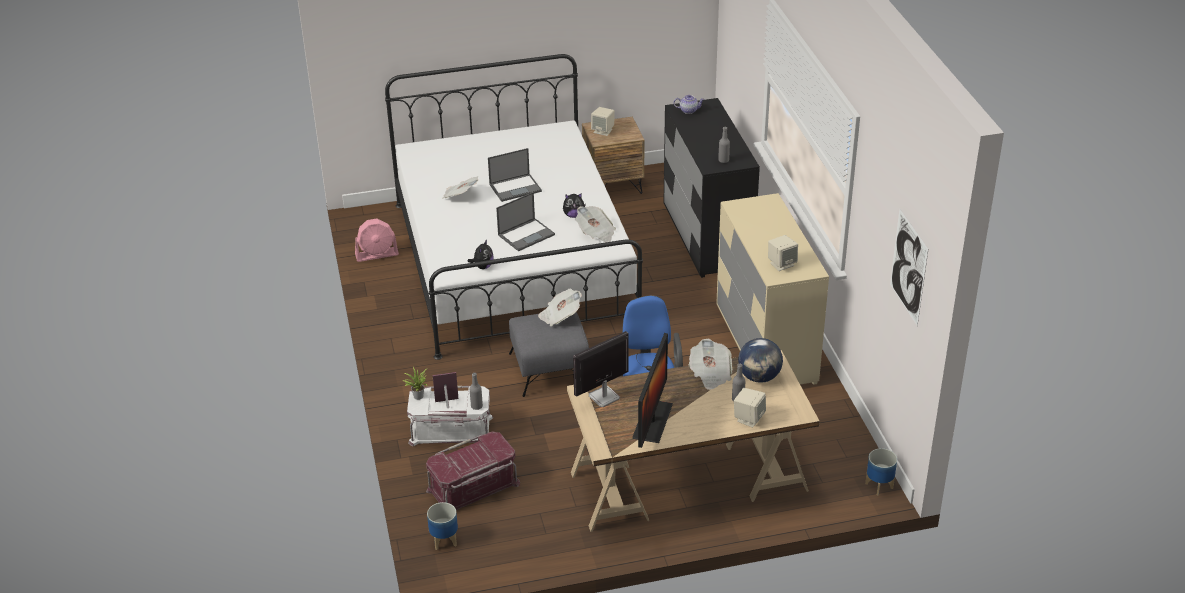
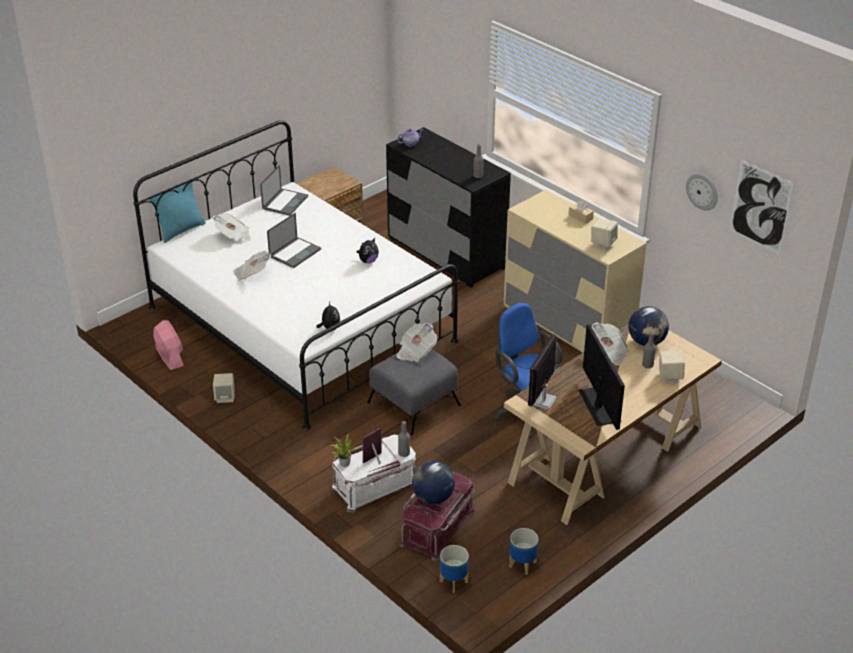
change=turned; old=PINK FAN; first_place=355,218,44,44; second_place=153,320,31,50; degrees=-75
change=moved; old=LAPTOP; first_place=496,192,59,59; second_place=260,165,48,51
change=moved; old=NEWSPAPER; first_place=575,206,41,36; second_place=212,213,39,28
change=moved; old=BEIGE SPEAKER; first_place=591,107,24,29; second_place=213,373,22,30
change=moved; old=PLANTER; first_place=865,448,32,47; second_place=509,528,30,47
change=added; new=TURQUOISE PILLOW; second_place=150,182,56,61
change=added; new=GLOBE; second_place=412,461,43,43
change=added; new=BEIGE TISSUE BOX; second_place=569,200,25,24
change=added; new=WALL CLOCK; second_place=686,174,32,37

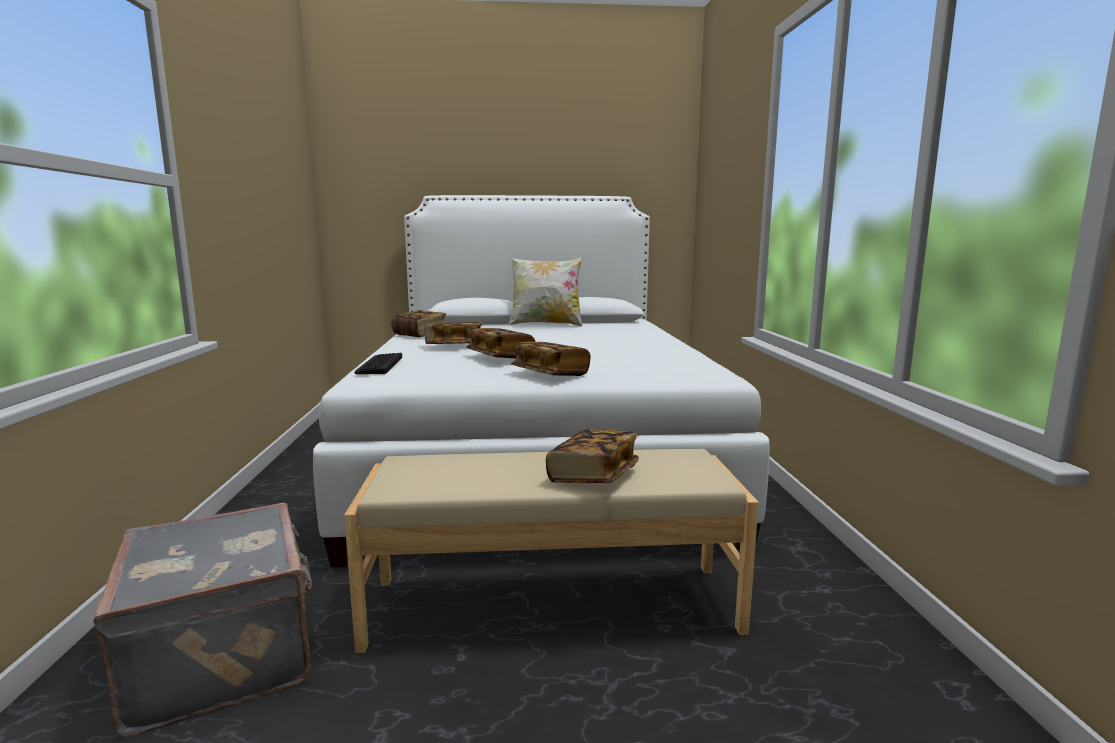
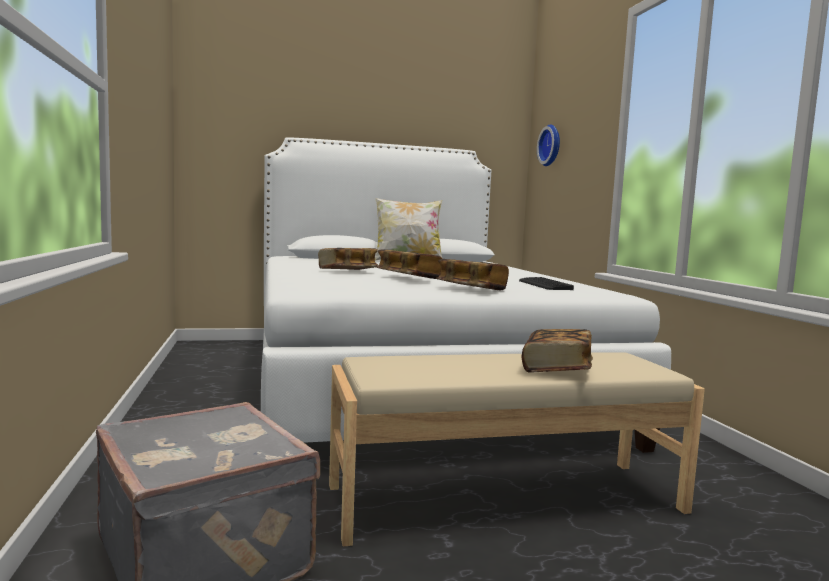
change=moved; old=KEYBOARD; first_place=355,353,47,21; second_place=519,277,55,13
change=removed; old=BOOK; first_place=391,310,55,27
change=added; new=WALL CLOCK; second_place=537,124,23,42

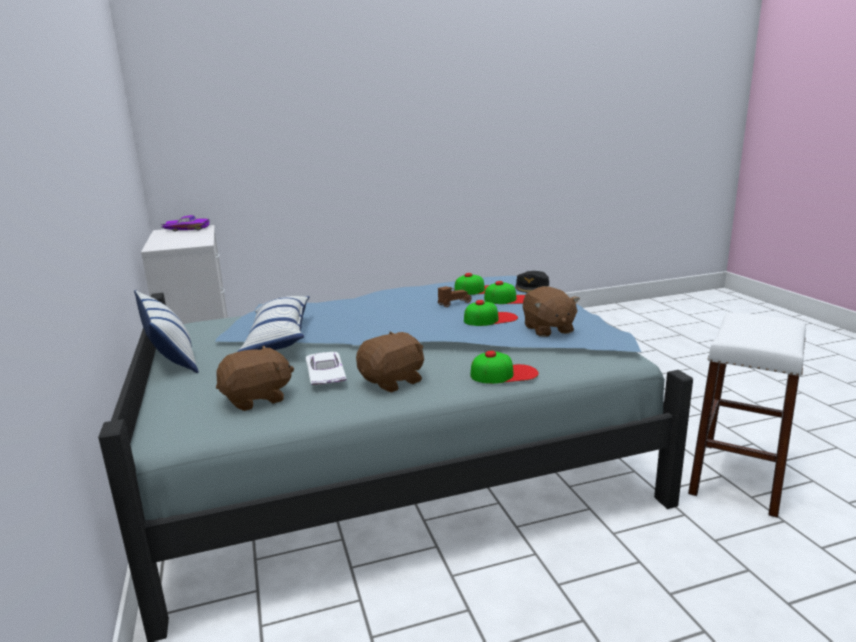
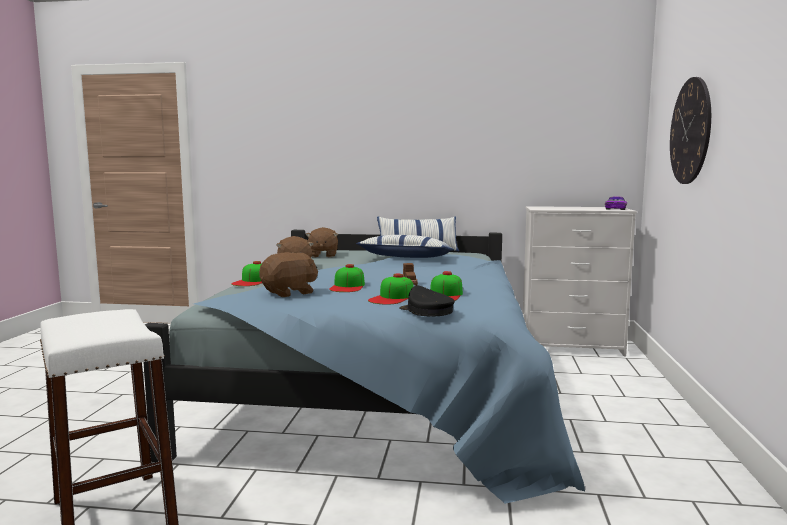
change=removed; old=WHITE TOY CAR; first_place=306,352,40,33
change=turned; old=BROWN PLUSH TOY; first_place=523,286,57,51; second_place=259,252,59,45; degrees=135
change=added; new=WALL CLOCK; second_place=670,77,41,107

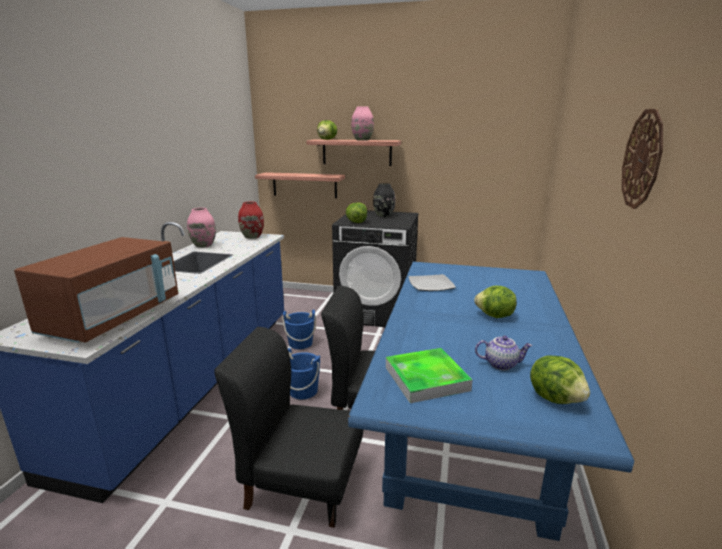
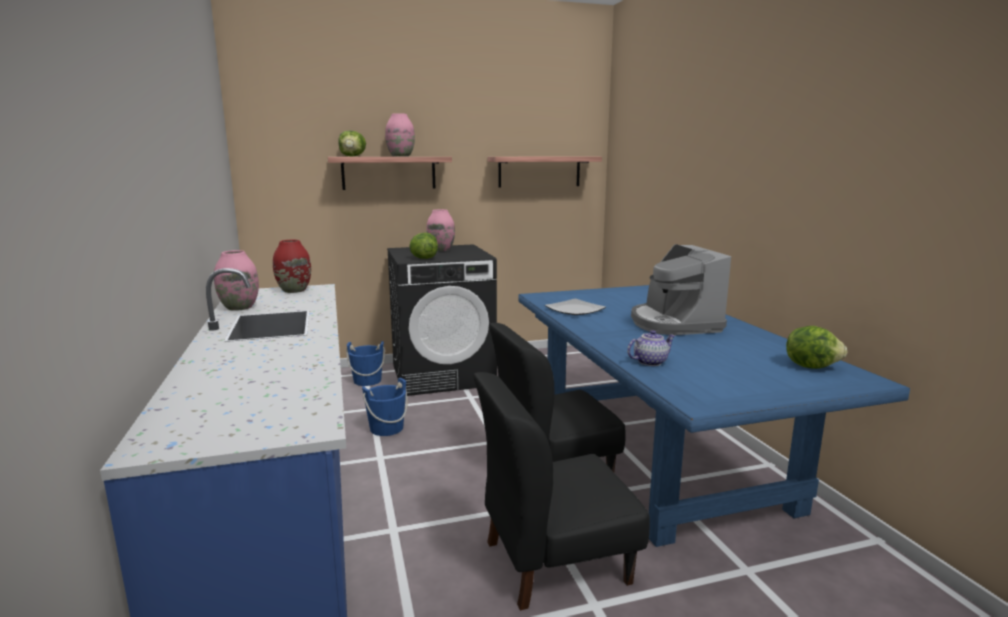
change=removed; old=BROWN MICROWAVE; first_place=14,237,164,106
change=moved; old=SHELF; first_place=255,172,90,26; second_place=487,157,115,31
change=moved; old=BLUE BUCKET; first_place=288,348,32,51; second_place=346,341,39,45
change=recoloured; old=BLACK VASE; new=PINK VASE; first_place=373,183,23,34; second_place=426,209,29,42
change=removed; old=TRAY; first_place=386,348,87,55
change=replaced; old=LETTUCE; new=COFFEE MACHINE; first_place=474,286,43,32; second_place=631,244,100,91
change=moved; old=TEAPOT; first_place=475,336,58,34; second_place=627,330,48,36
change=removed; old=WALL CLOCK; first_place=622,109,41,100

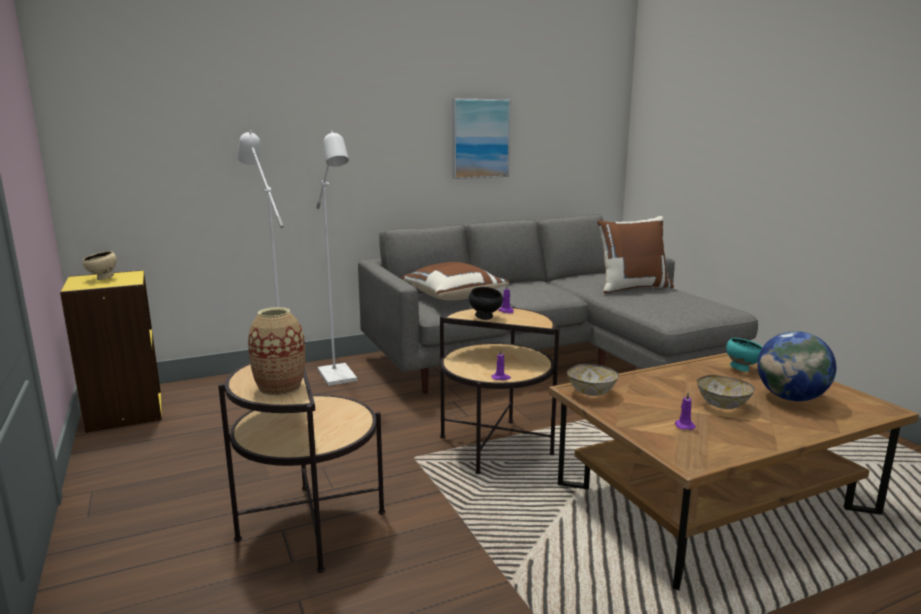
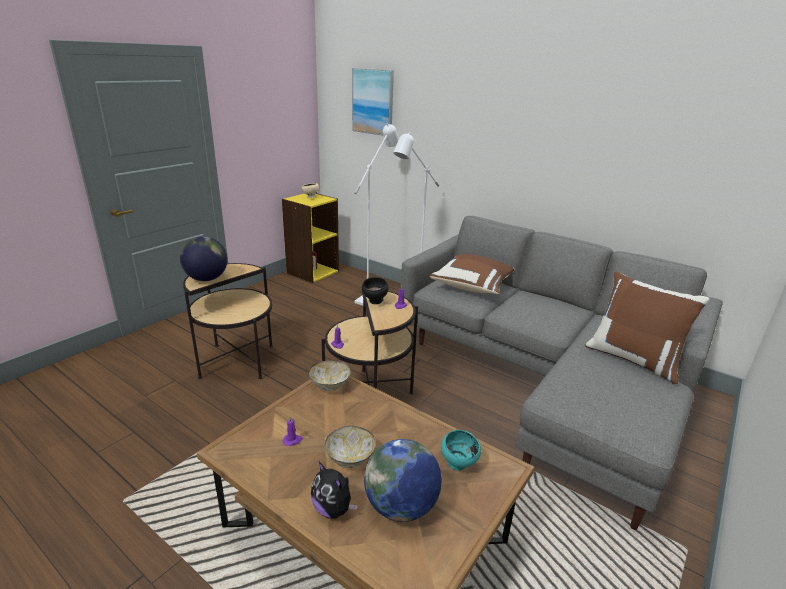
change=replaced; old=VASE; new=GLOBE; first_place=248,307,57,89; second_place=180,237,48,44
change=moved; old=PICTURE; first_place=452,99,58,80; second_place=352,68,42,68
change=added; new=PLUSH TOY; second_place=311,462,47,57

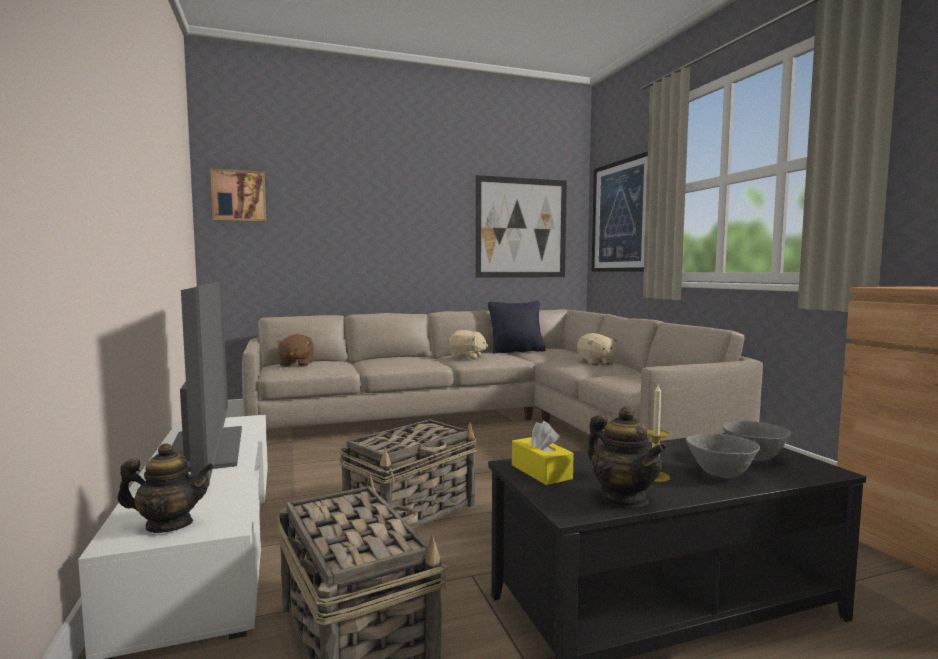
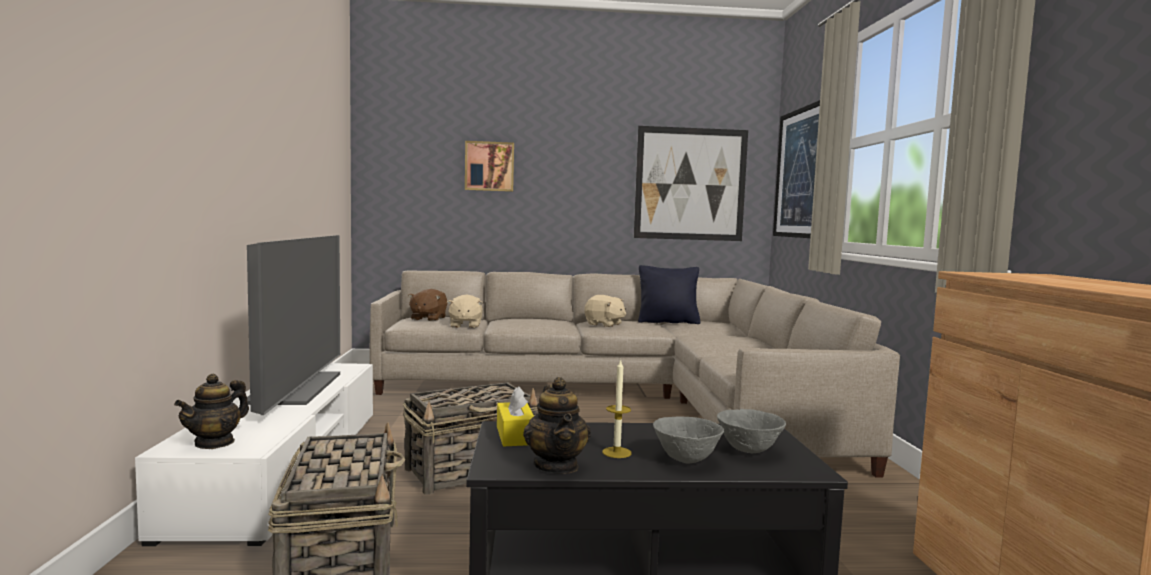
change=turned; old=TEAPOT; first_place=117,443,97,90; second_place=174,374,75,75; degrees=105
change=moved; old=PICTURE; first_place=210,168,56,54; second_place=465,141,49,51
change=moved; old=BEIGE PLUSH TOY; first_place=577,333,40,32; second_place=447,294,36,34

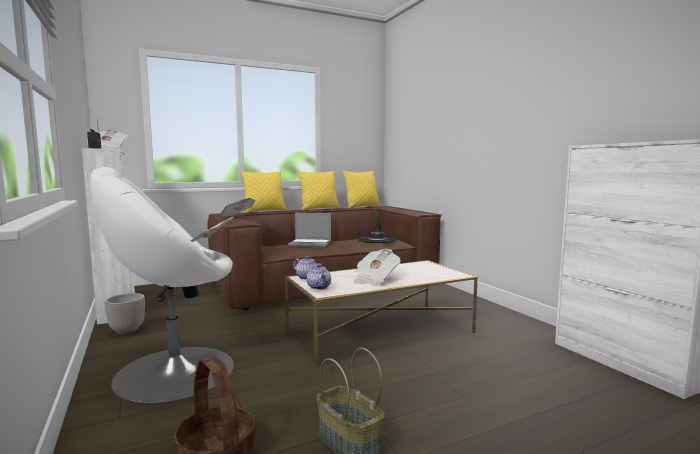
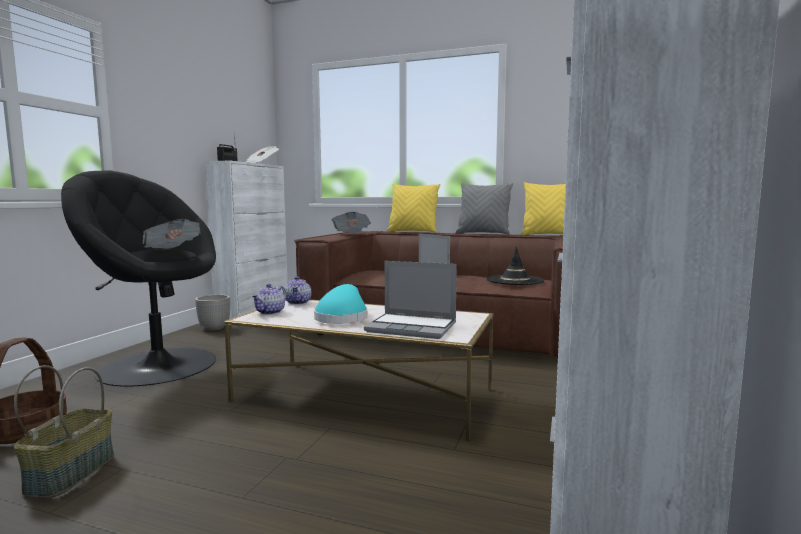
change=recoloured; old=WHITE ARMCHAIR; new=BLACK ARMCHAIR; first_place=90,167,144,236; second_place=61,170,155,217
change=recoloured; old=YELLOW PILLOW; new=GREY PILLOW; first_place=298,171,42,39; second_place=456,183,57,51
change=replaced; old=NEWSPAPER; new=TURQUOISE HAT; first_place=354,249,47,35; second_place=314,284,53,40
change=added; new=LAPTOP; second_place=364,261,93,78

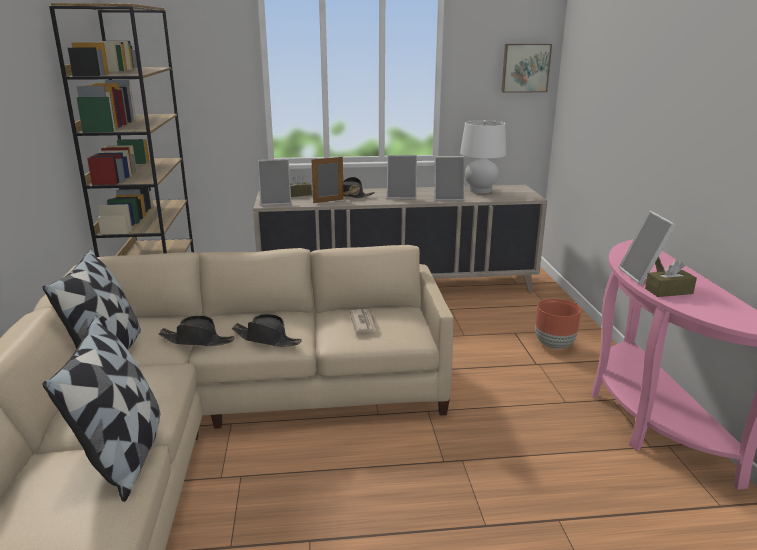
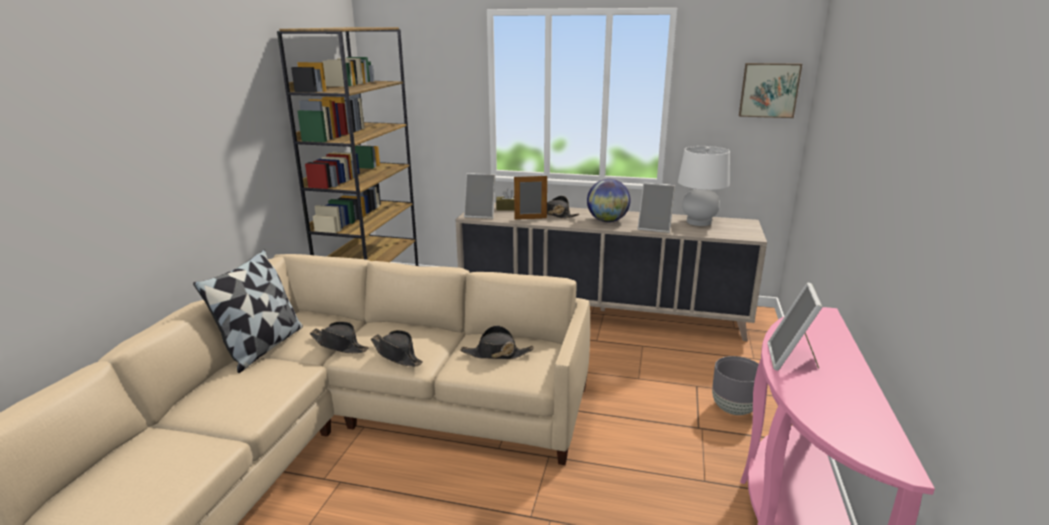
change=removed; old=PILLOW; first_place=42,315,118,187
change=replaced; old=NEWSPAPER; new=BLACK HAT; first_place=349,309,32,23; second_place=460,325,74,34
change=replaced; old=PICTURE FRAME; new=GLOBE; first_place=387,155,30,44; second_place=587,179,44,43
change=recoloured; old=BROWN PLANTER; new=GREY PLANTER; first_place=535,299,46,50; second_place=712,356,47,59
change=removed; old=BROWN TISSUE BOX; first_place=645,260,52,37

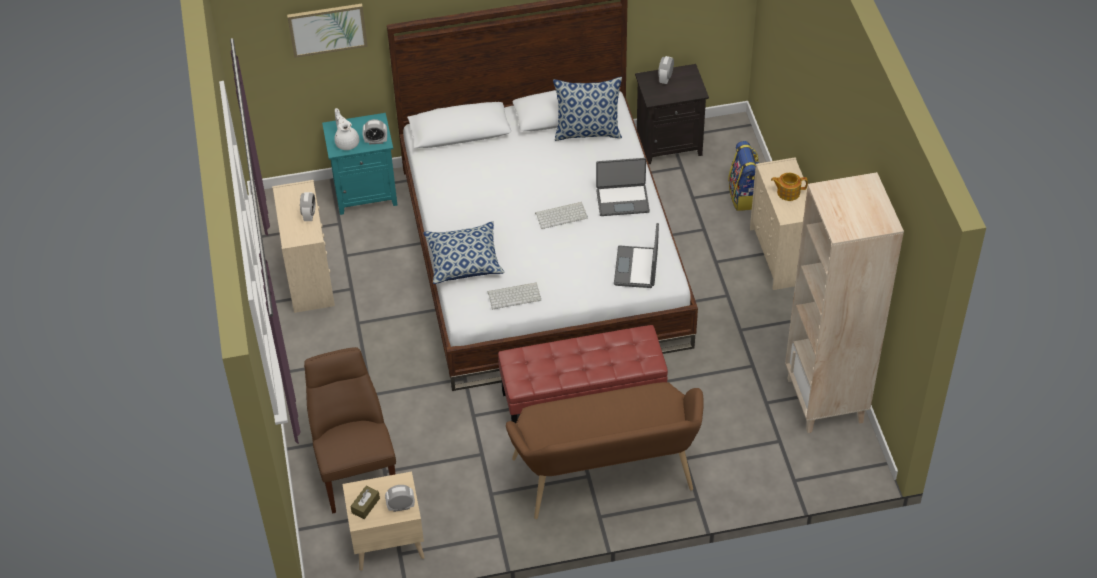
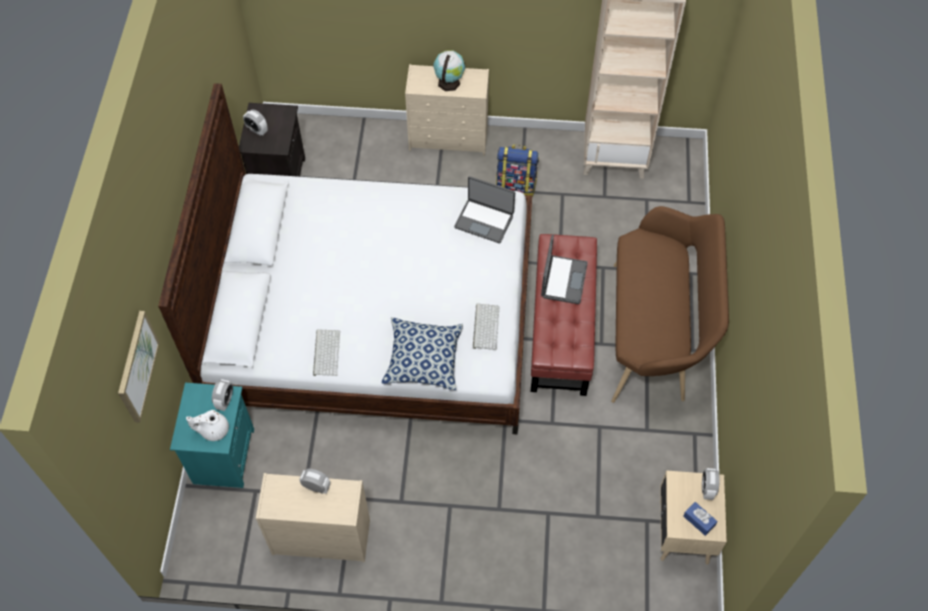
change=removed; old=BROWN CHAIR; first_place=304,347,92,167
change=recoloured; old=BROWN TISSUE BOX; new=BLUE TISSUE BOX; first_place=350,486,30,33; second_place=683,502,34,34
change=moved; old=KEYBOARD; first_place=535,202,53,27; second_place=313,329,27,47
change=removed; old=PILLOW; first_place=553,77,69,64
change=moved; old=LAPTOP; first_place=596,158,54,58; second_place=541,235,47,69
change=moved; old=BACKPACK; first_place=728,141,31,70; second_place=496,144,43,53
change=replaced; old=TEAPOT; new=GLOBE; first_place=771,173,37,28; second_place=433,50,32,41

